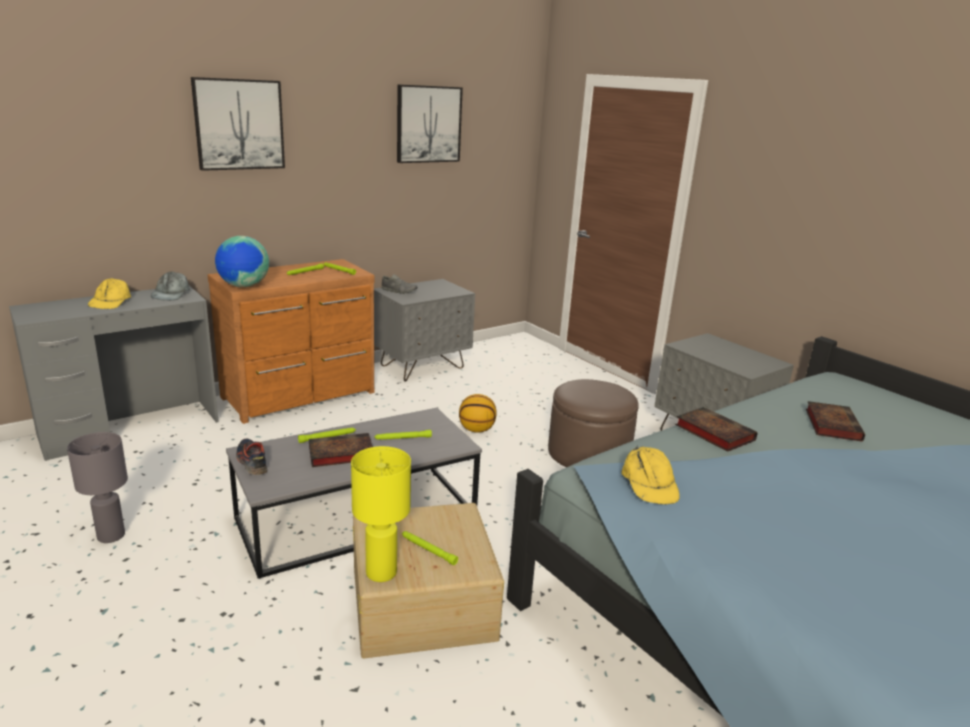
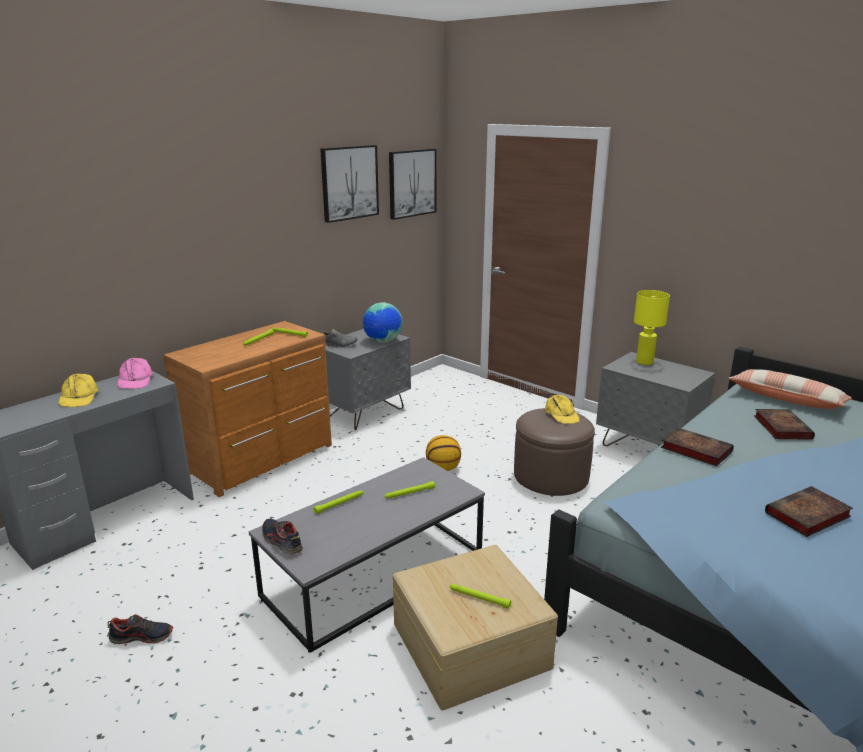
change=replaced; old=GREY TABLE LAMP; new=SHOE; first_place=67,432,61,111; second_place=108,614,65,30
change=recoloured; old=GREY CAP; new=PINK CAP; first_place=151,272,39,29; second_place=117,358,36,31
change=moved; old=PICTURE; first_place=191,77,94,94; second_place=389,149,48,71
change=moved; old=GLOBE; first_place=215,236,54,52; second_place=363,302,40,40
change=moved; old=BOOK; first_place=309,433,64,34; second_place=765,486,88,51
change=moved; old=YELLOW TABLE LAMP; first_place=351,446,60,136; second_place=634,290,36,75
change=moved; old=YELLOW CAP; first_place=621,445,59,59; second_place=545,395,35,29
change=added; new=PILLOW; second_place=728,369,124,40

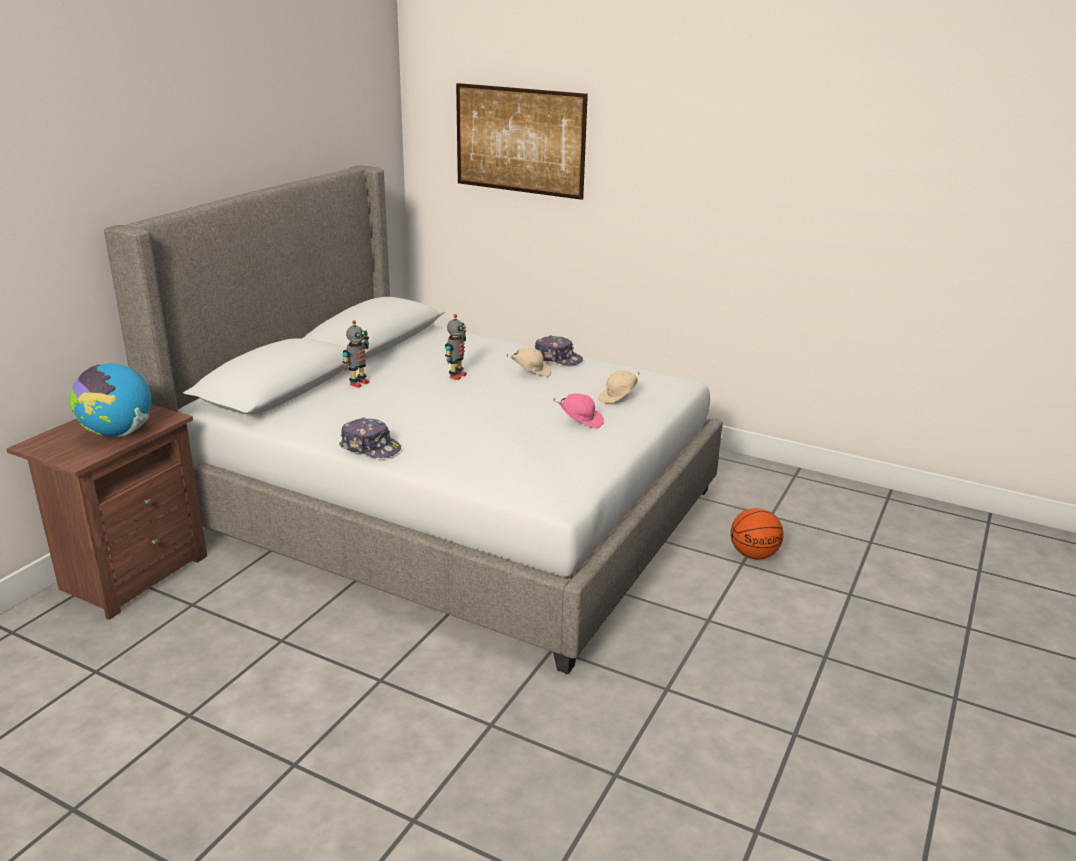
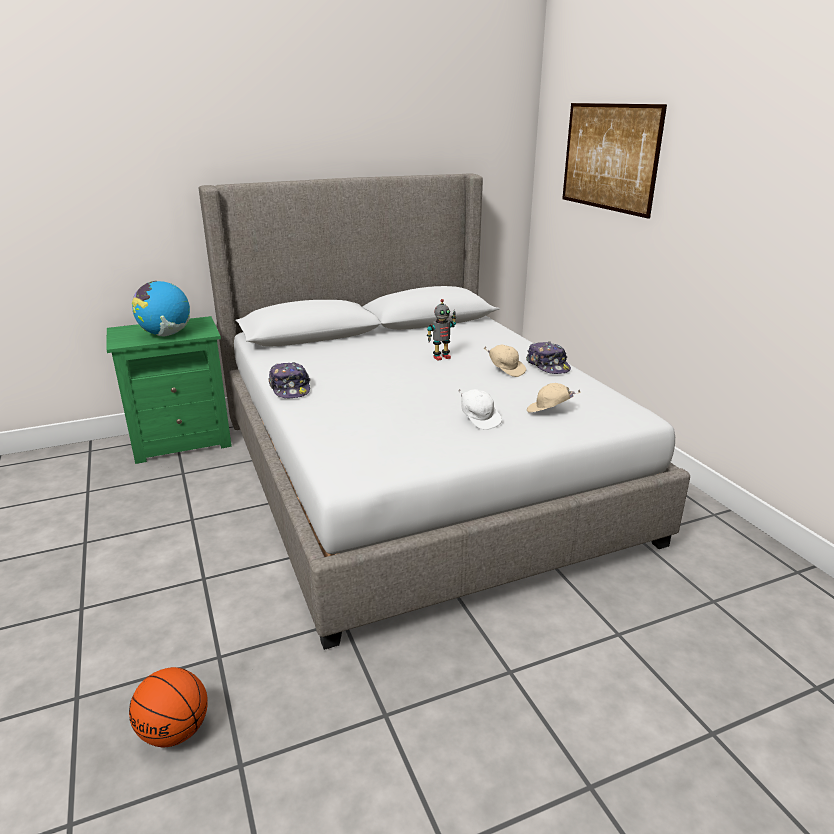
change=recoloured; old=BROWN NIGHTSTAND; new=GREEN NIGHTSTAND; first_place=6,404,201,216; second_place=106,316,126,148
change=removed; old=TOY ROBOT; first_place=342,320,27,68
change=recoloured; old=PINK CAP; new=WHITE CAP; first_place=553,394,51,35; second_place=458,389,44,41
change=moved; old=BASKETBALL; first_place=730,508,54,51; second_place=129,667,79,80

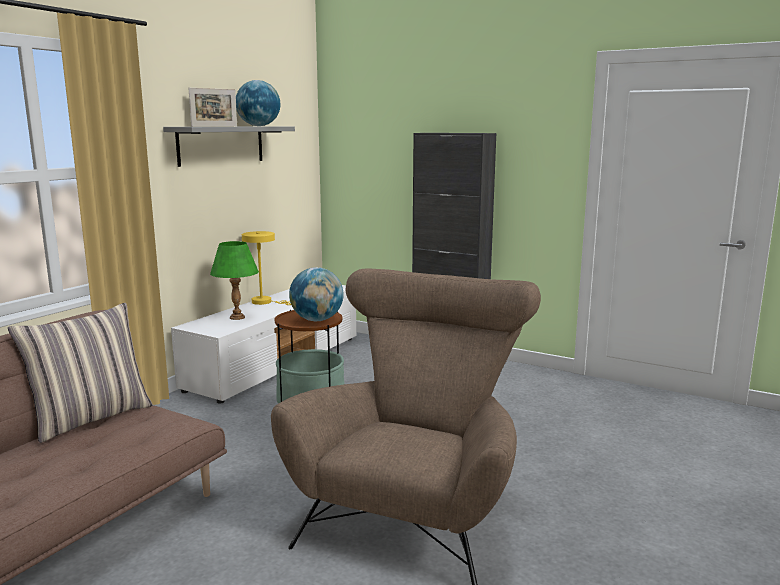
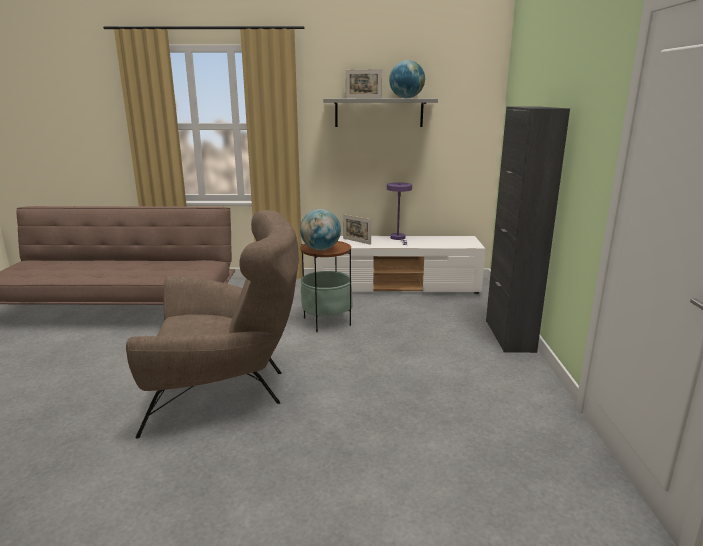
change=removed; old=PILLOW; first_place=8,303,145,140
change=replaced; old=GREEN TABLE LAMP; new=PICTURE FRAME; first_place=210,241,49,79; second_place=343,214,29,31
change=recoloured; old=YELLOW TABLE LAMP; new=PURPLE TABLE LAMP; first_place=242,231,49,74; second_place=387,182,25,63

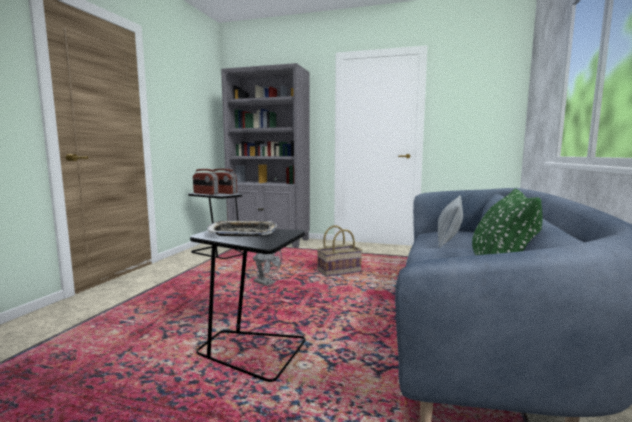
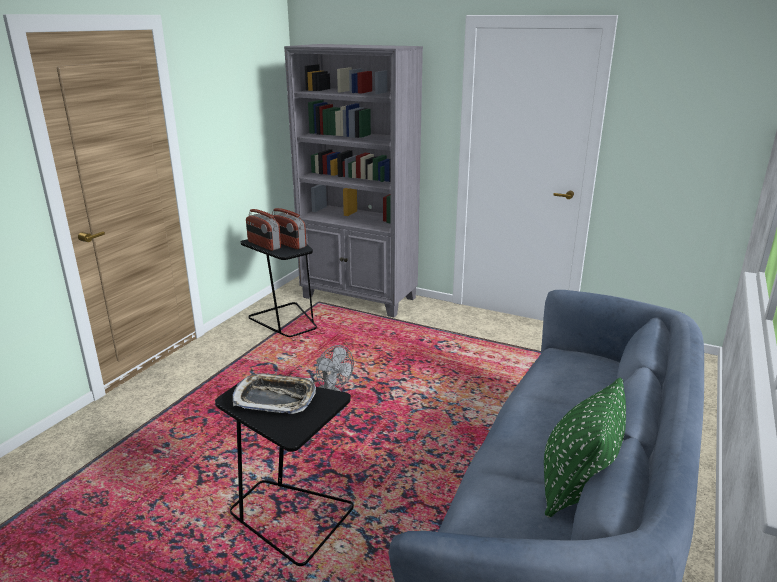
change=removed; old=BASKET; first_place=317,225,45,52
change=removed; old=PILLOW; first_place=438,195,25,53

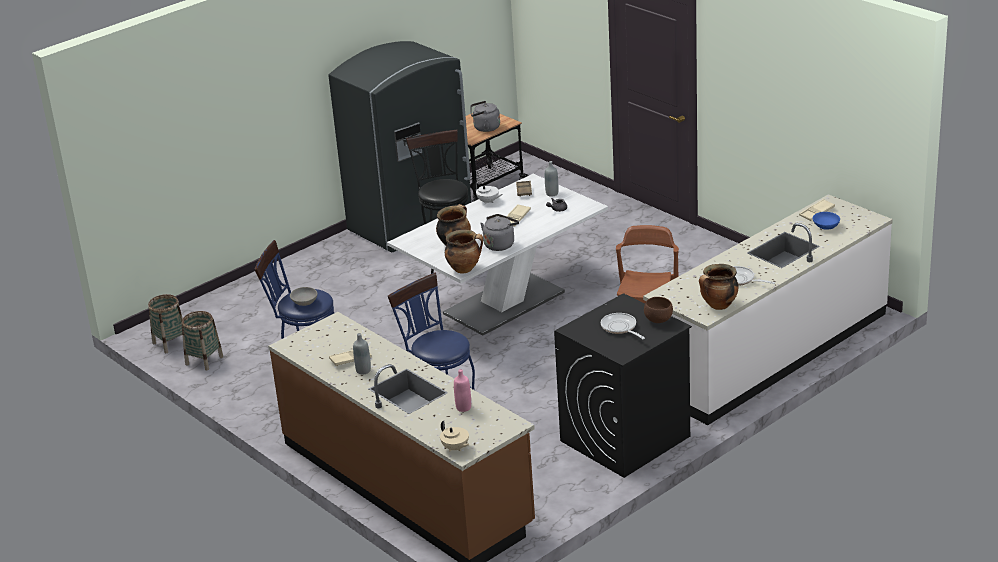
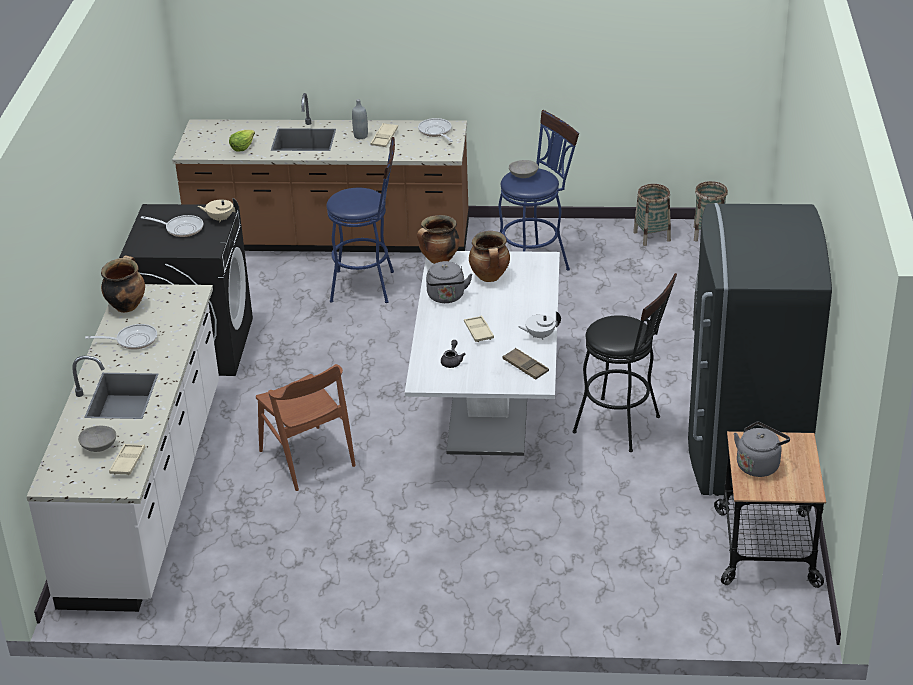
change=moved; old=BEIGE TEAPOT; first_place=440,421,30,30; second_place=198,198,40,25
change=replaced; old=PINK BOTTLE; new=LETTUCE; first_place=454,369,17,43; second_place=229,130,26,22
change=removed; old=GREY BOTTLE; first_place=545,161,14,36
change=removed; old=BROWN BOWL; first_place=644,297,29,26
change=recoloured; old=BLUE BOWL; new=GREY BOWL; first_place=813,212,27,18; second_place=78,426,38,26
change=added; new=FRYING PAN; second_place=418,118,35,24

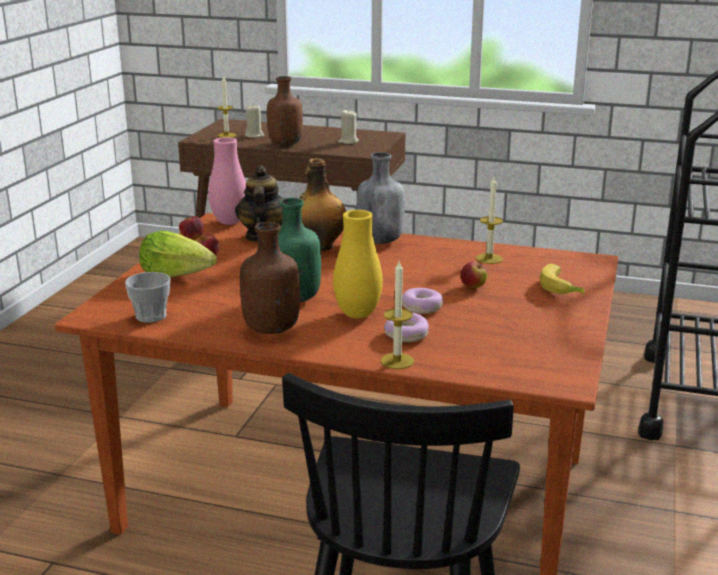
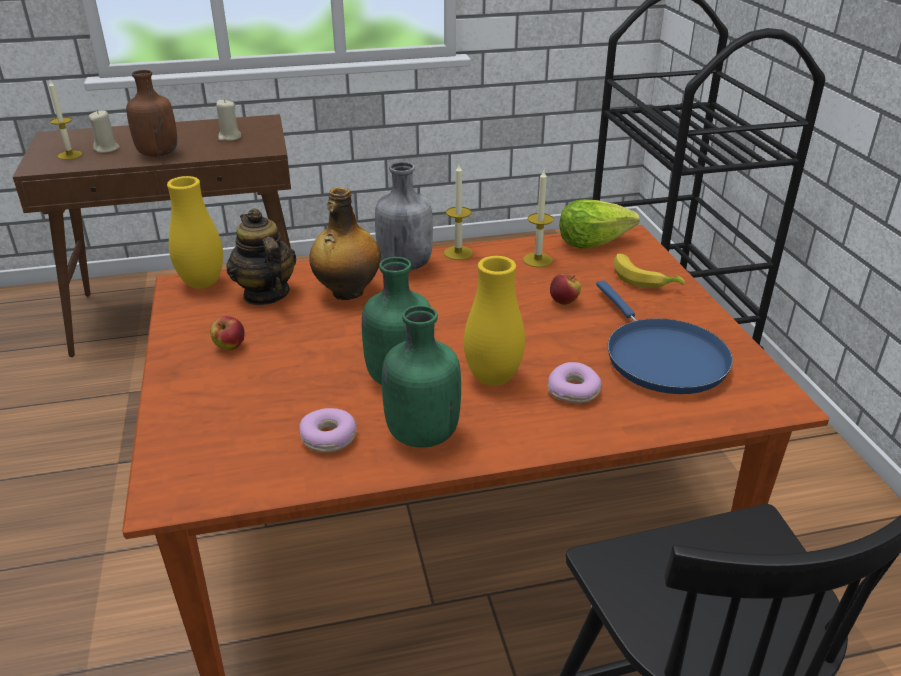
change=removed; old=CUP; first_place=125,272,45,51
change=moved; old=LETTUCE; first_place=139,230,78,47; second_place=559,200,81,49
change=removed; old=APPLE; first_place=179,215,25,24
change=recoloured; old=PINK VASE; new=YELLOW VASE; first_place=208,137,38,88; second_place=167,176,56,113
change=recoloured; old=BROWN BOTTLE; new=GREEN BOTTLE; first_place=240,222,60,112; second_place=382,305,79,143
change=moved; old=CANDLE; first_place=381,261,33,108; second_place=444,164,29,96
change=moved; old=DONUT; first_place=402,288,41,26; second_place=299,408,58,45
change=added; new=BLUE FRYING PAN; second_place=596,280,137,114

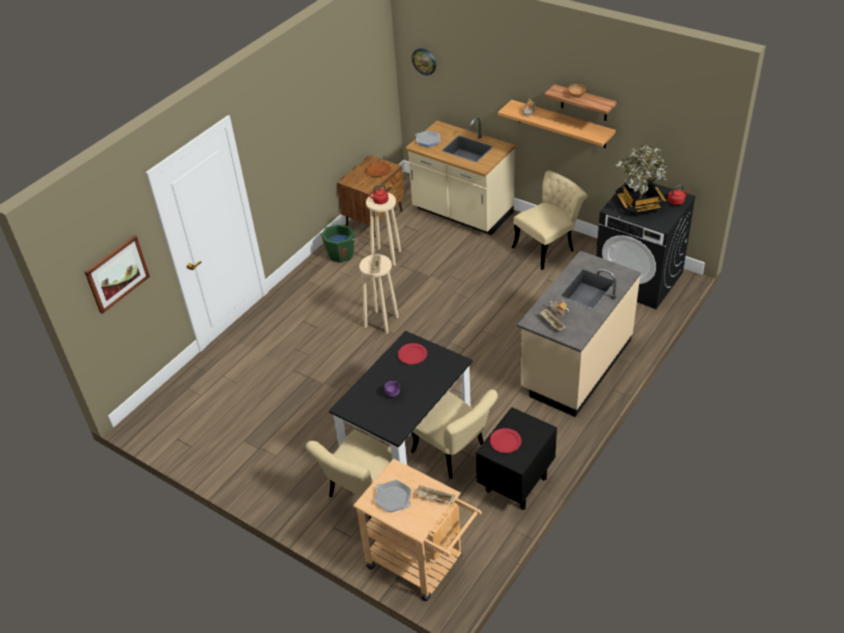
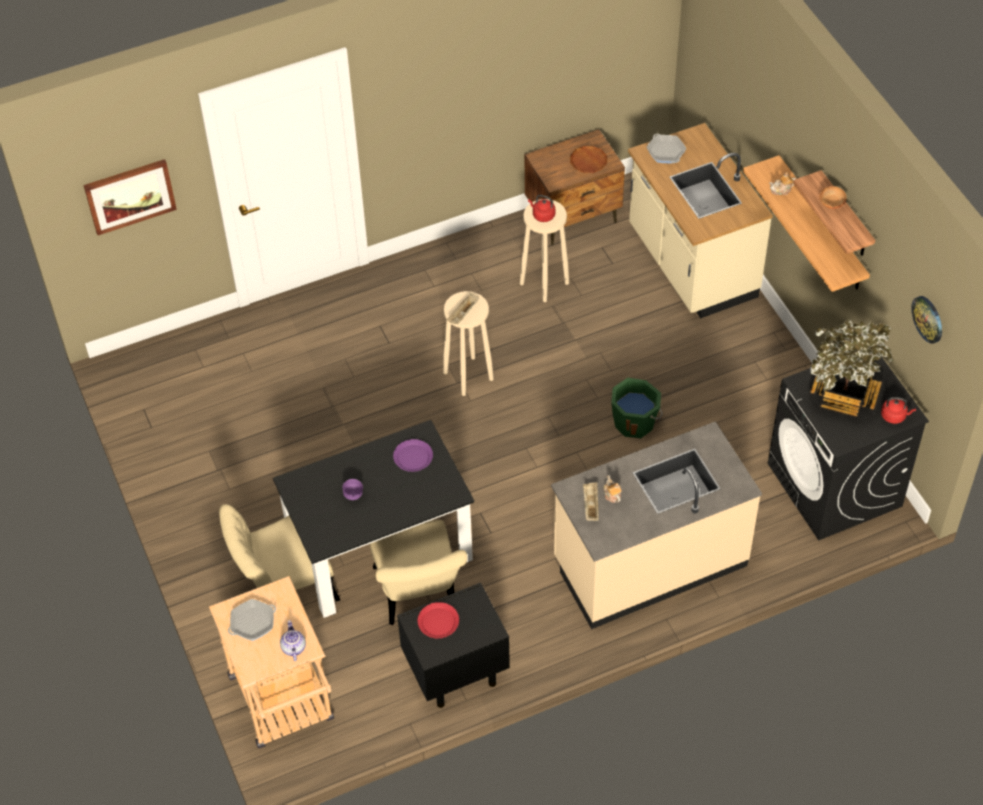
change=moved; old=GREEN BUCKET; first_place=321,225,37,38; second_place=611,378,52,60
change=turned; old=FRYING PAN; first_place=375,480,36,33; second_place=228,599,48,42; degrees=75
change=recoloured; old=RED PLATE; new=PURPLE PLATE; first_place=398,343,29,21; second_place=393,439,40,33
change=moved; old=WALL CLOCK; first_place=412,48,24,27; second_place=911,296,31,48
change=replaced; old=BEIGE TRAY; new=TEAPOT; first_place=416,485,39,18; second_place=280,620,26,41
change=removed; old=BEIGE CHAIR; first_place=512,170,75,100

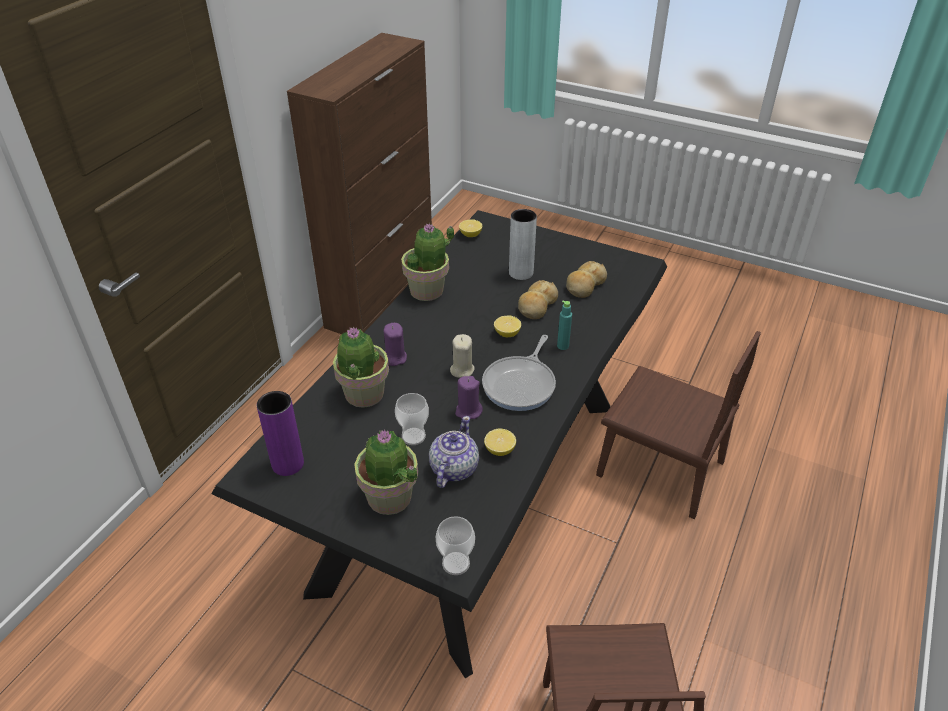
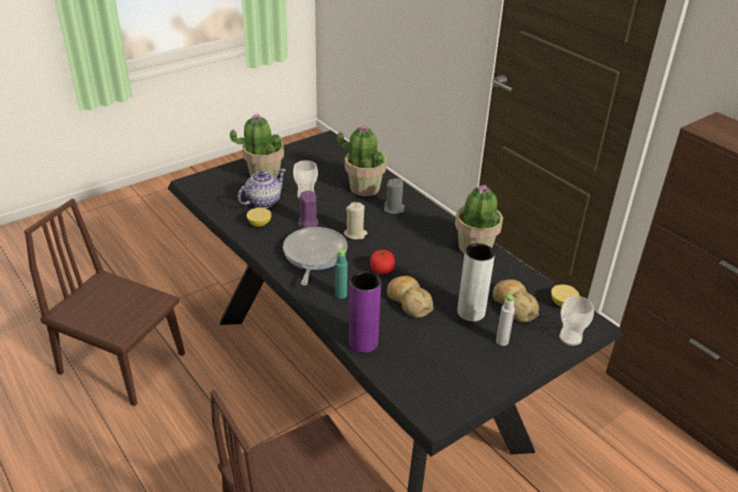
change=moved; old=PURPLE VASE; first_place=257,391,47,85; second_place=349,271,32,82
change=recoloured; old=PURPLE CANDLE; new=GREY CANDLE; first_place=384,323,23,43; second_place=384,178,21,36
change=turned; old=TEAPOT; first_place=429,416,50,72; second_place=238,169,48,39; degrees=-90
change=moved; old=CUP; first_place=436,516,39,59; second_place=559,296,35,50
change=turned; old=FRYING PAN; first_place=482,335,74,76; second_place=283,227,65,58; degrees=45
change=replaced; old=LEMON; new=TOMATO; first_place=494,315,27,22; second_place=370,250,25,24
change=moved; old=BREAD; first_place=566,261,41,37; second_place=493,279,46,43
change=added; new=GREY BOTTLE; second_place=496,295,20,51

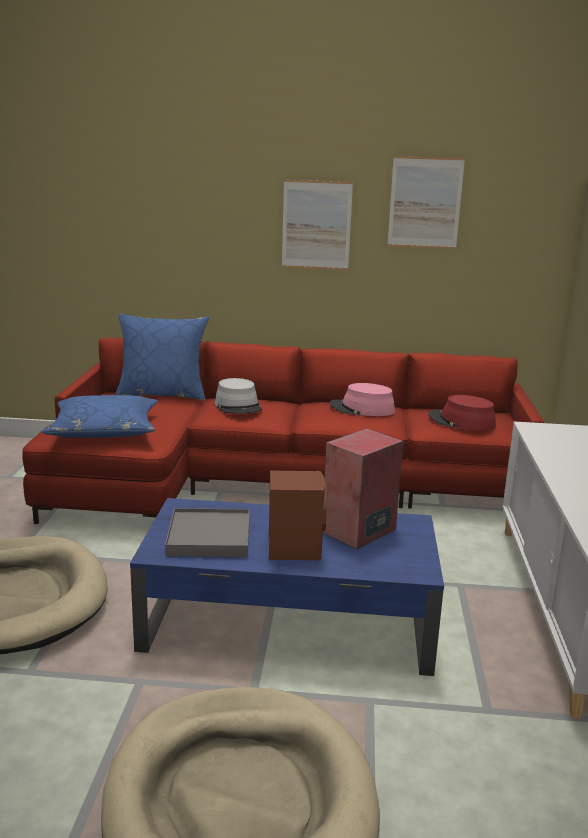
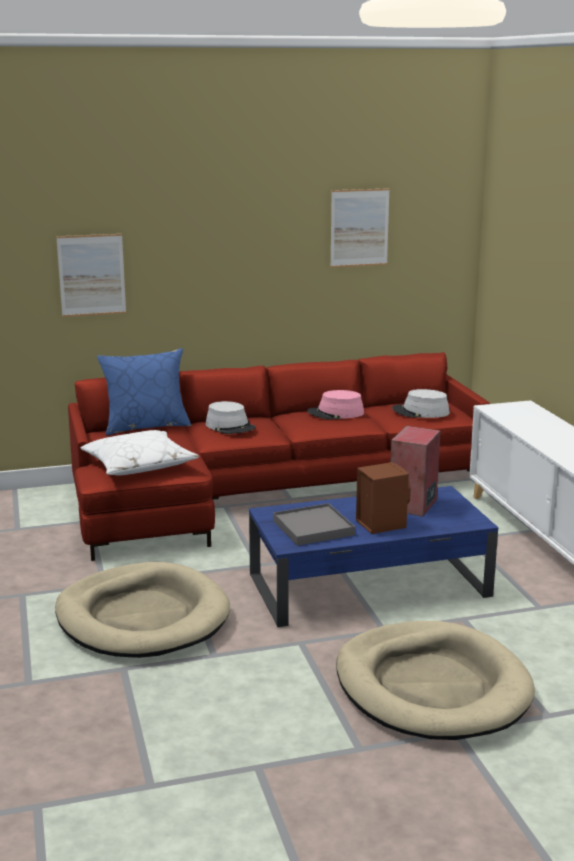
change=recoloured; old=BLUE PILLOW; new=WHITE PILLOW; first_place=42,395,116,43; second_place=81,430,118,46
change=moved; old=PICTURE; first_place=282,180,71,90; second_place=56,234,70,83
change=recoloured; old=RED HAT; new=GREY HAT; first_place=428,395,68,36; second_place=392,389,58,29

